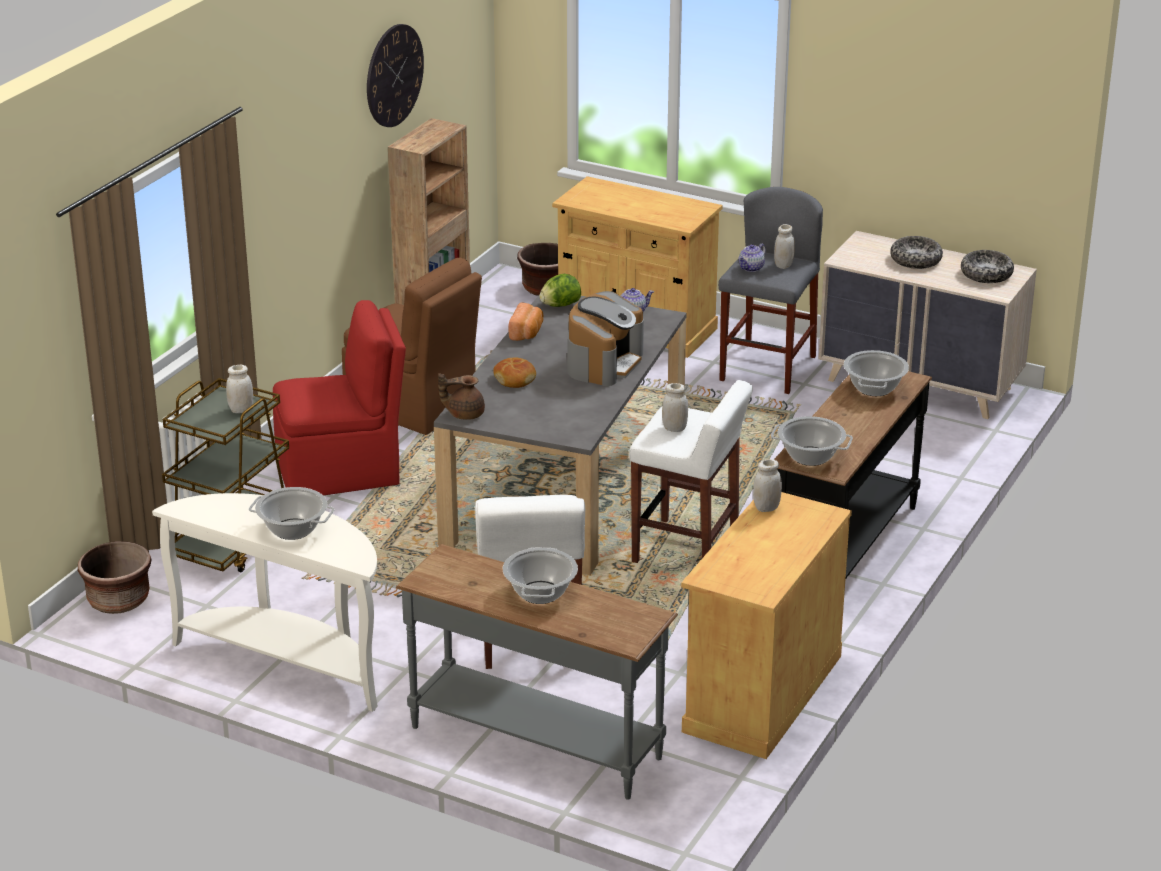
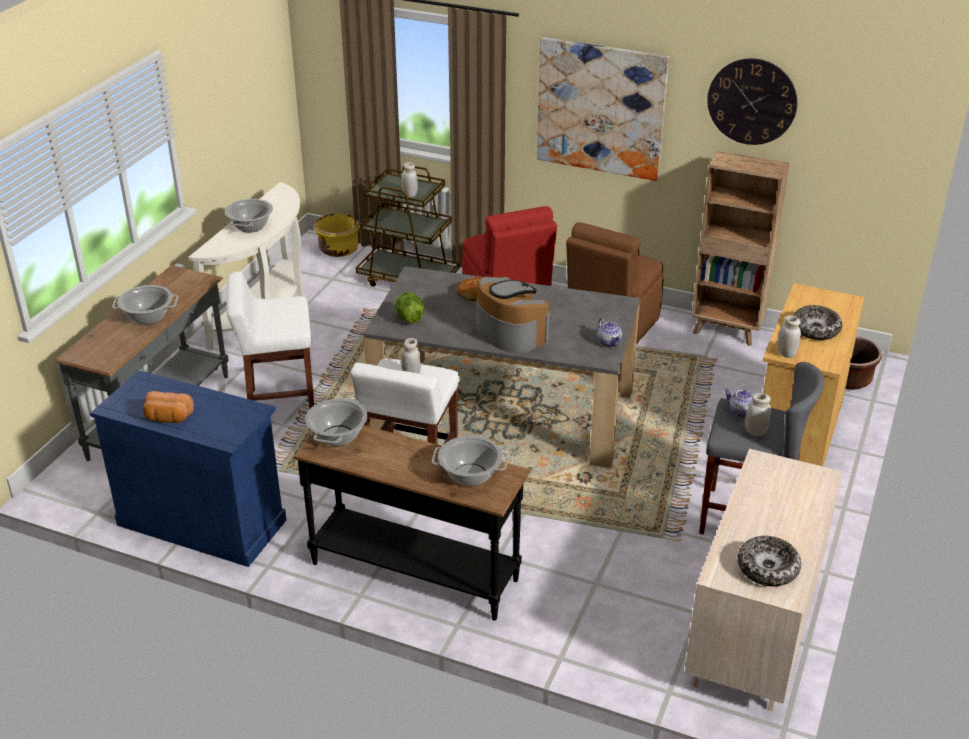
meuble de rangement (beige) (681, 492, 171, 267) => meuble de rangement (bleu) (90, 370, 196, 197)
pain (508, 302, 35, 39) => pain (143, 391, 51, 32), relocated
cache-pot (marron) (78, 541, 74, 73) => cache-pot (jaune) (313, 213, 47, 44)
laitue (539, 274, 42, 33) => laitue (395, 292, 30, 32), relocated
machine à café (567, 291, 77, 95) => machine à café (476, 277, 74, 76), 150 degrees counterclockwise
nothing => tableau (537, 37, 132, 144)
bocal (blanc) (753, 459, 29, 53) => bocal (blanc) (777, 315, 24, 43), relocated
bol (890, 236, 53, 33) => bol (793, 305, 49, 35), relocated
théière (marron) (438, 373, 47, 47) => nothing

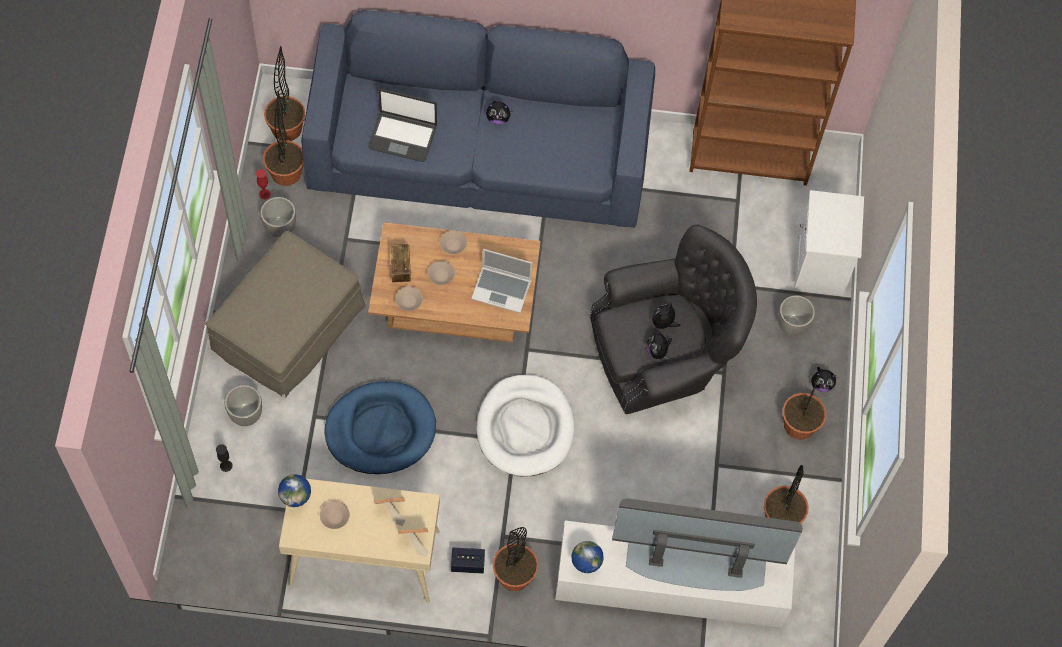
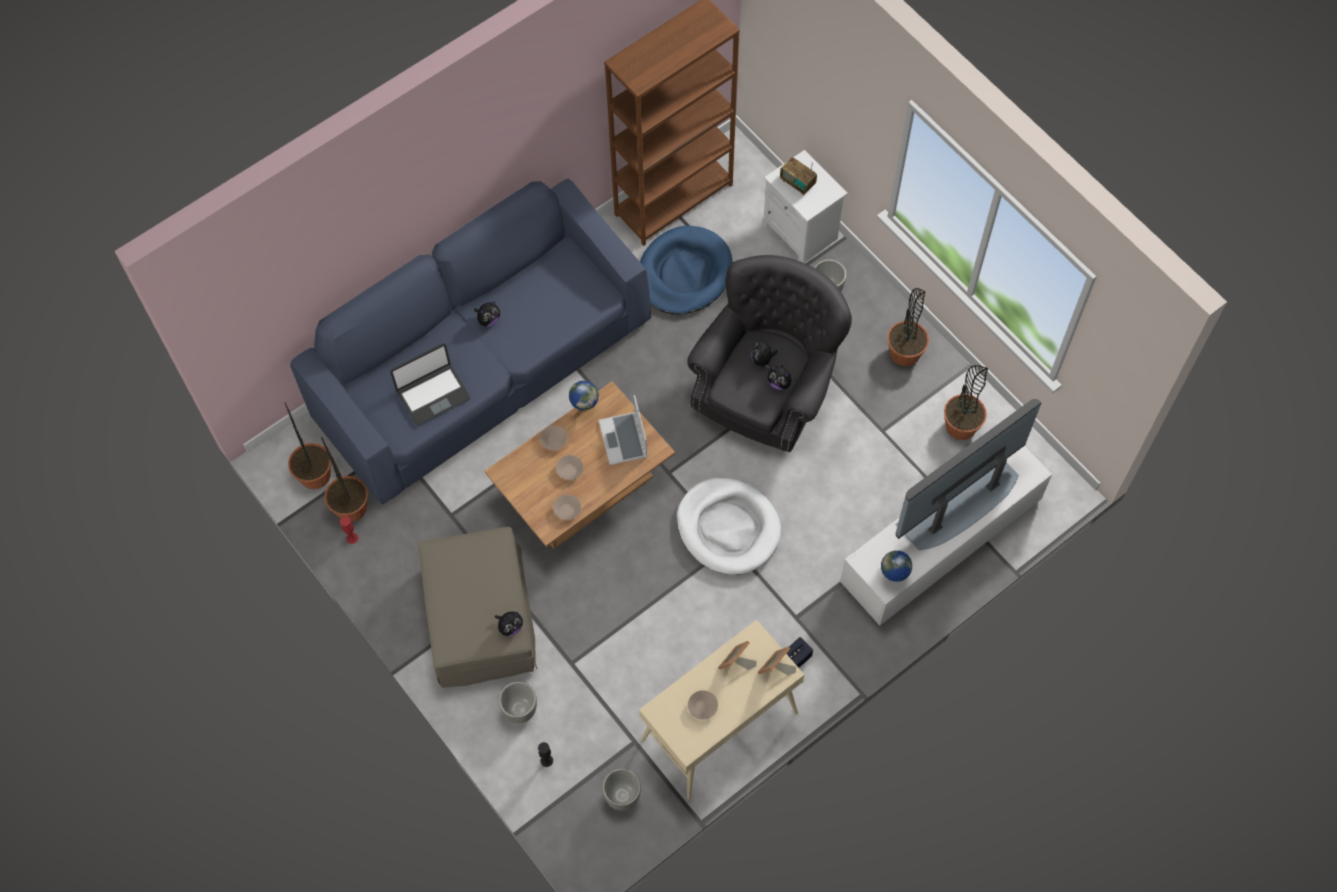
peluche (811, 367, 25, 25) => peluche (495, 611, 28, 25), relocated
globe (278, 474, 33, 33) => globe (569, 381, 30, 30), relocated
ordinateur portable (471, 249, 62, 64) => ordinateur portable (599, 395, 48, 70), 105 degrees clockwise
cache-pot (260, 197, 36, 40) => cache-pot (602, 768, 39, 43), relocated
panier pour chien (bleu) (325, 381, 111, 93) => panier pour chien (bleu) (640, 225, 93, 90), relocated
radio (390, 244, 21, 38) => radio (780, 157, 37, 38), relocated
plante en pot (493, 527, 45, 64) => nothing

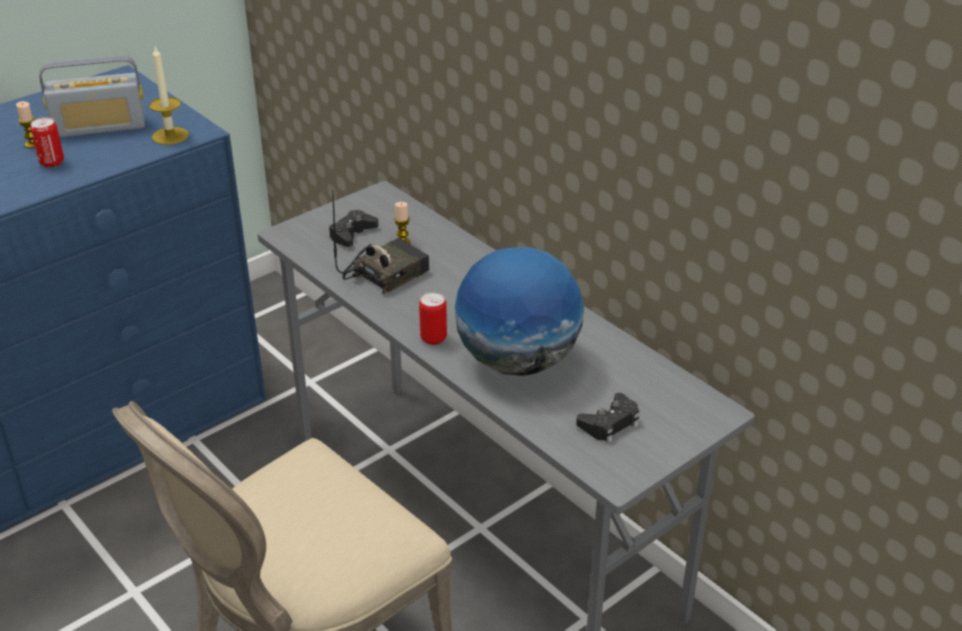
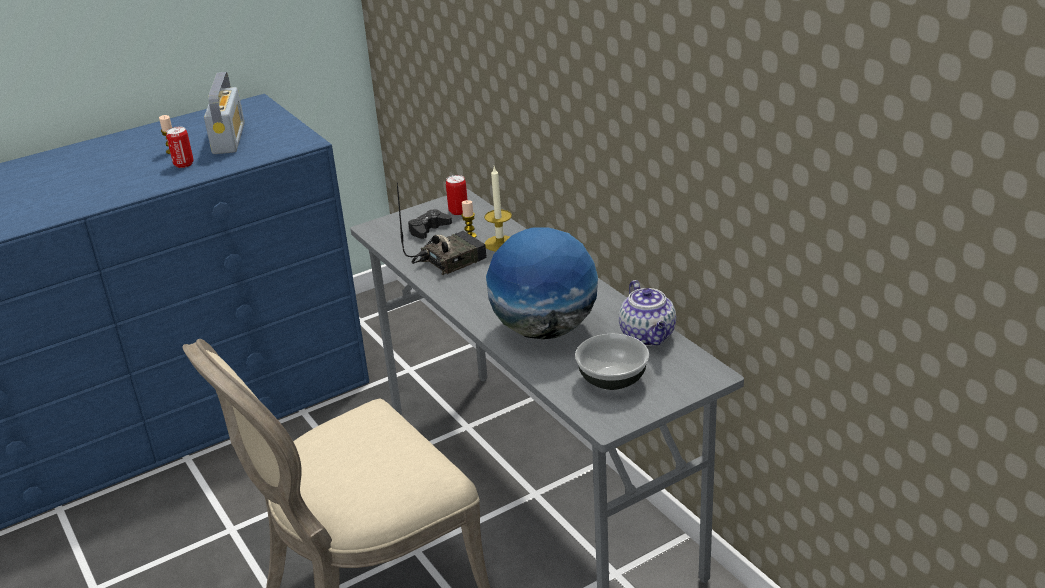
radio (39, 56, 106, 81) => radio (204, 72, 40, 82), 90 degrees counterclockwise
boîte métallique (419, 292, 28, 53) => boîte métallique (446, 175, 21, 40), relocated
bougie (149, 47, 40, 98) => bougie (484, 167, 28, 84), relocated
manette (noir) (576, 393, 64, 50) => bol (575, 334, 74, 56)
nothing => théière (619, 280, 57, 66)

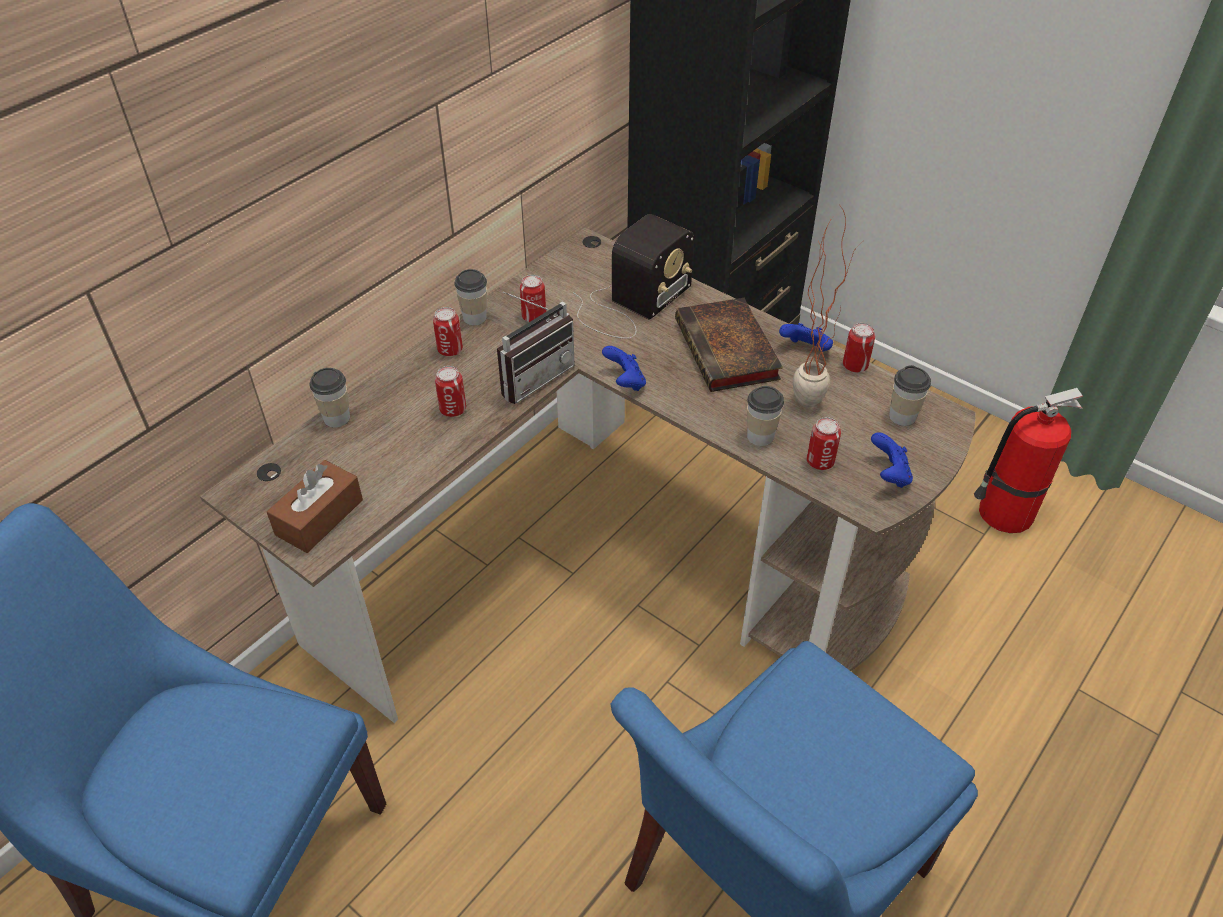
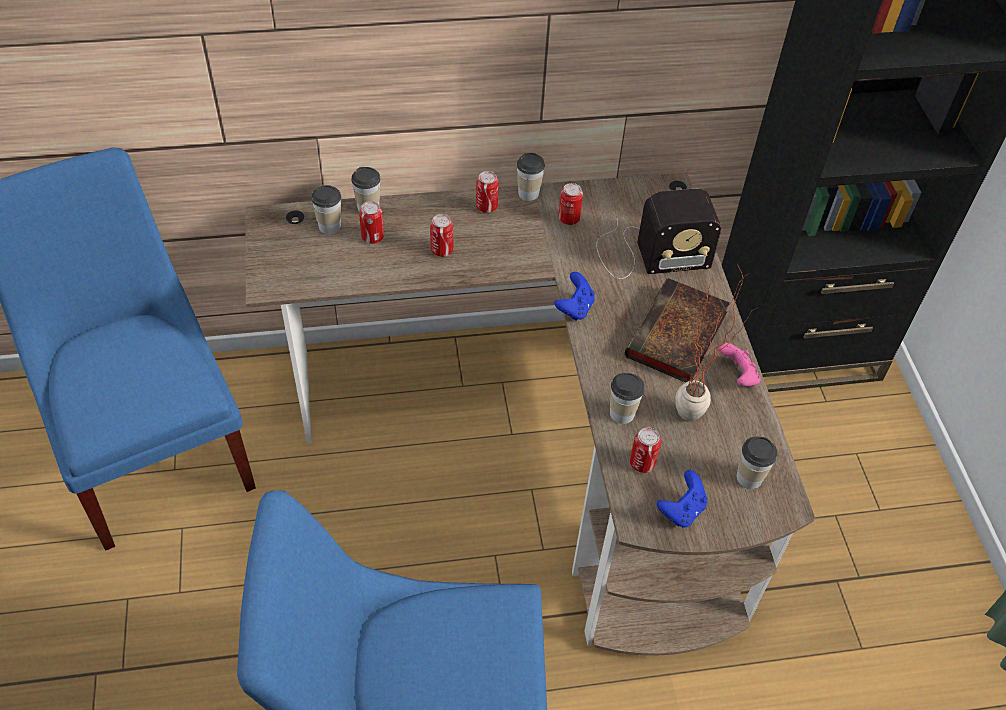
nothing => tasse (311, 185, 30, 49)
boîte métallique (843, 323, 32, 49) => boîte métallique (359, 201, 25, 43), relocated
manette (bleu) (779, 323, 54, 29) => manette (rose) (718, 343, 43, 44)
boîte à mouchoirs (marron) (267, 460, 96, 93) => nothing
radio (497, 292, 78, 112) => nothing
extincteur (974, 388, 109, 145) => nothing

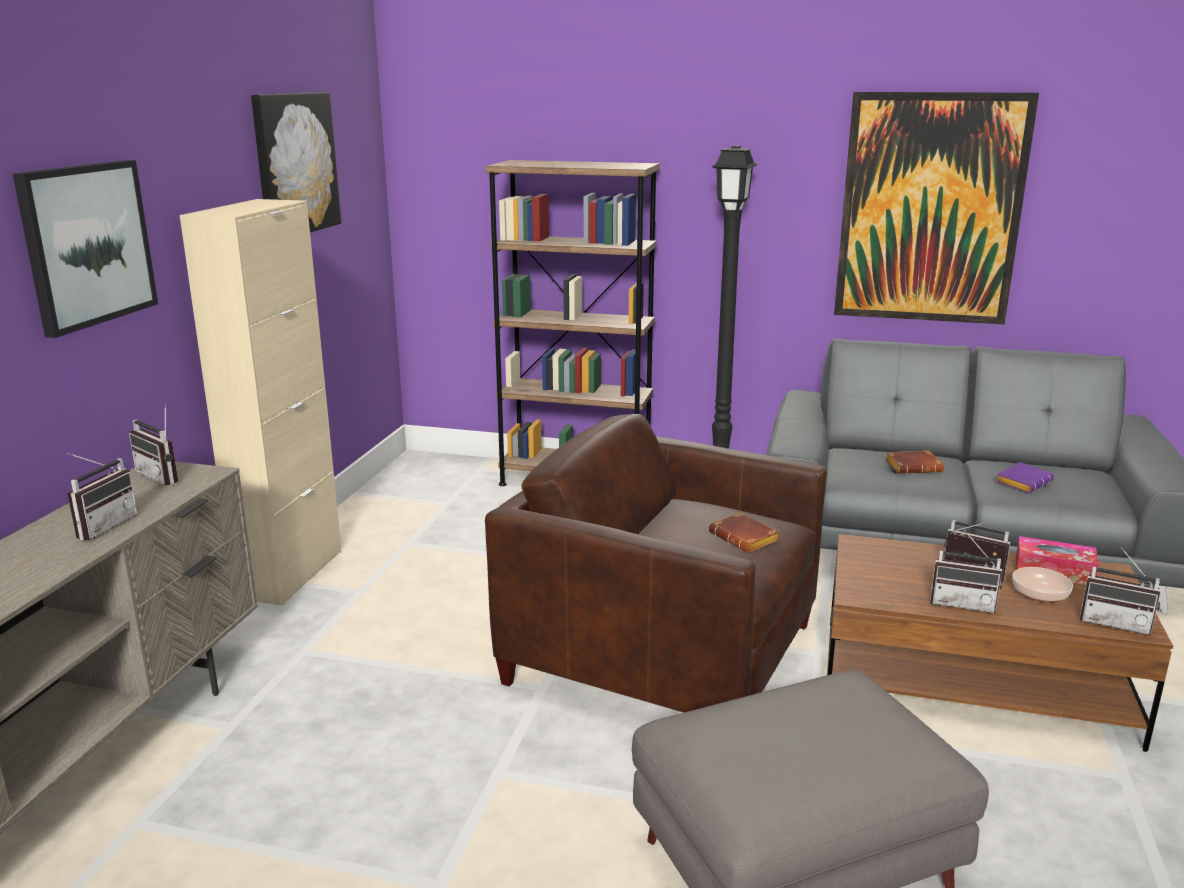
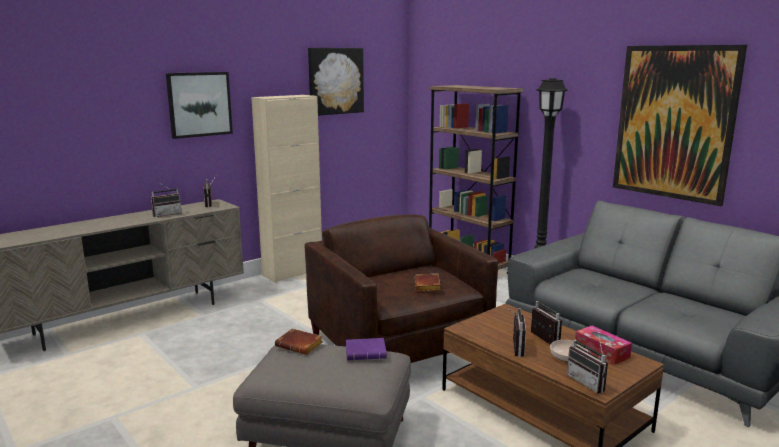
livre (marron) (885, 451, 59, 23) => livre (marron) (275, 328, 48, 27), relocated
livre (violet) (996, 462, 58, 31) => livre (violet) (346, 338, 41, 22), relocated
radio (930, 531, 73, 82) => radio (505, 307, 21, 50), 135 degrees counterclockwise

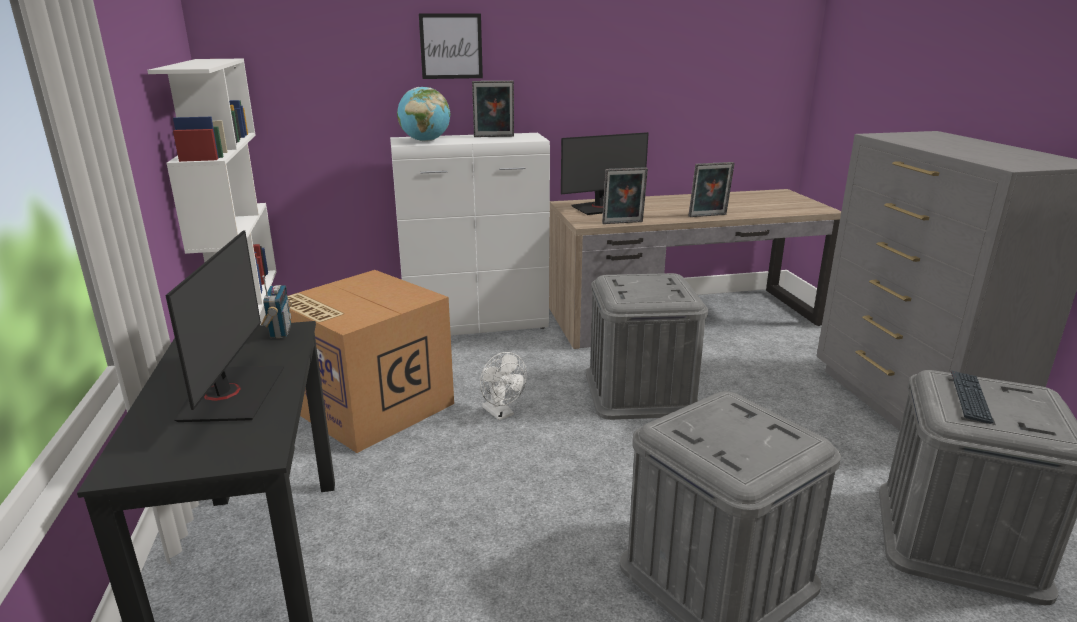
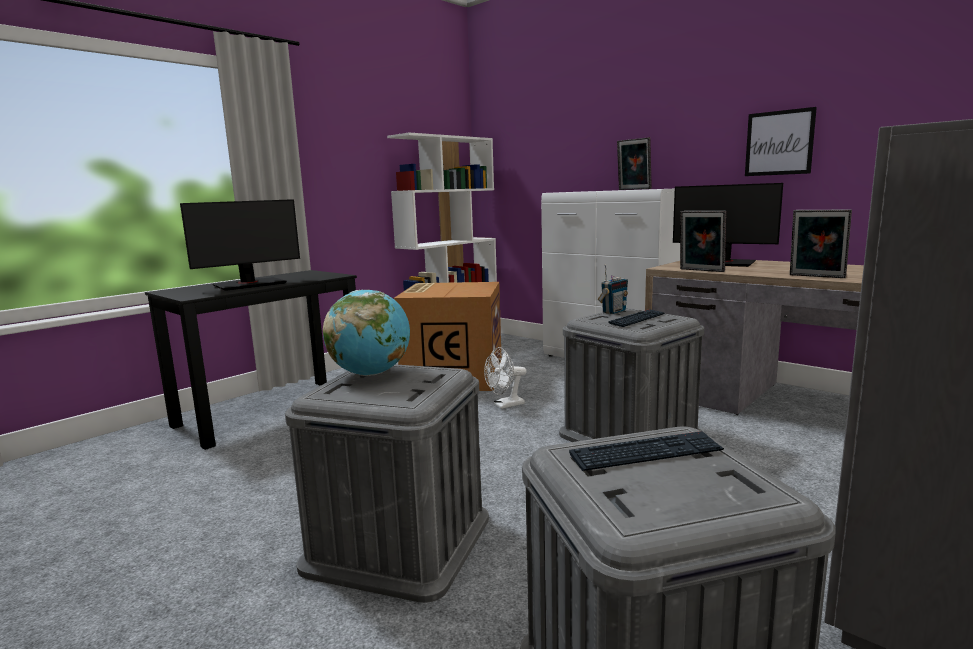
globe (397, 87, 53, 55) => globe (323, 289, 87, 87), relocated
ventilateur (blanc) (480, 352, 47, 68) => ventilateur (blanc) (484, 347, 43, 62), 45 degrees clockwise
radio (261, 275, 31, 63) => radio (598, 264, 30, 50), relocated
nothing => clavier (608, 309, 57, 18)
tableau (419, 13, 64, 66) => tableau (745, 107, 72, 69), relocated

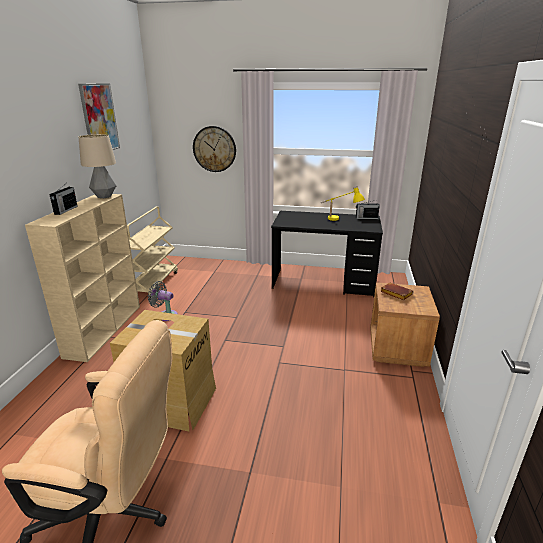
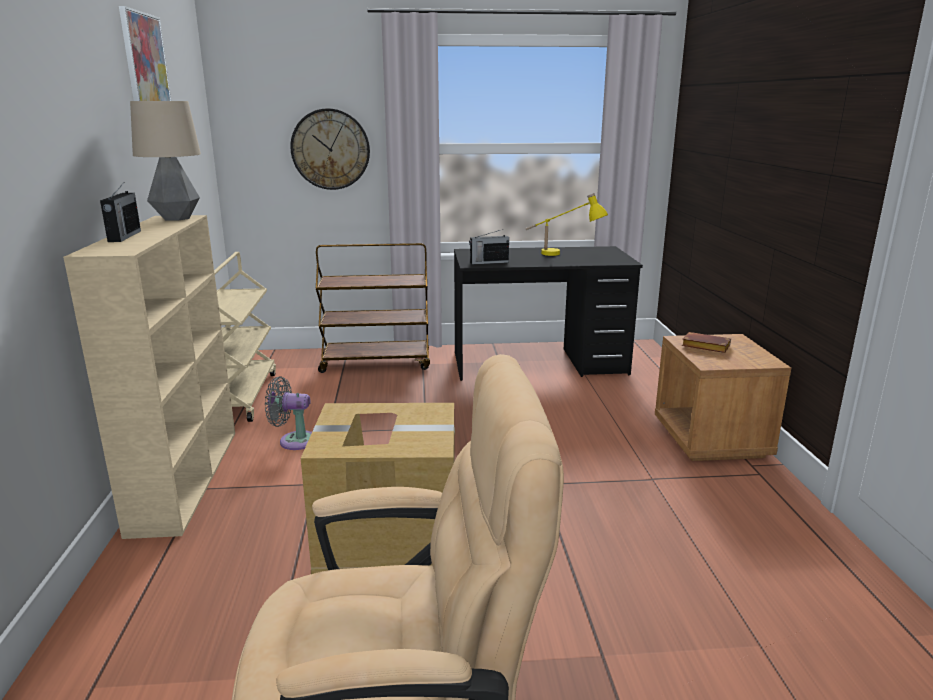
nothing => chariot (marron) (316, 243, 114, 130)
radio (356, 201, 24, 18) => radio (469, 229, 40, 35), relocated

